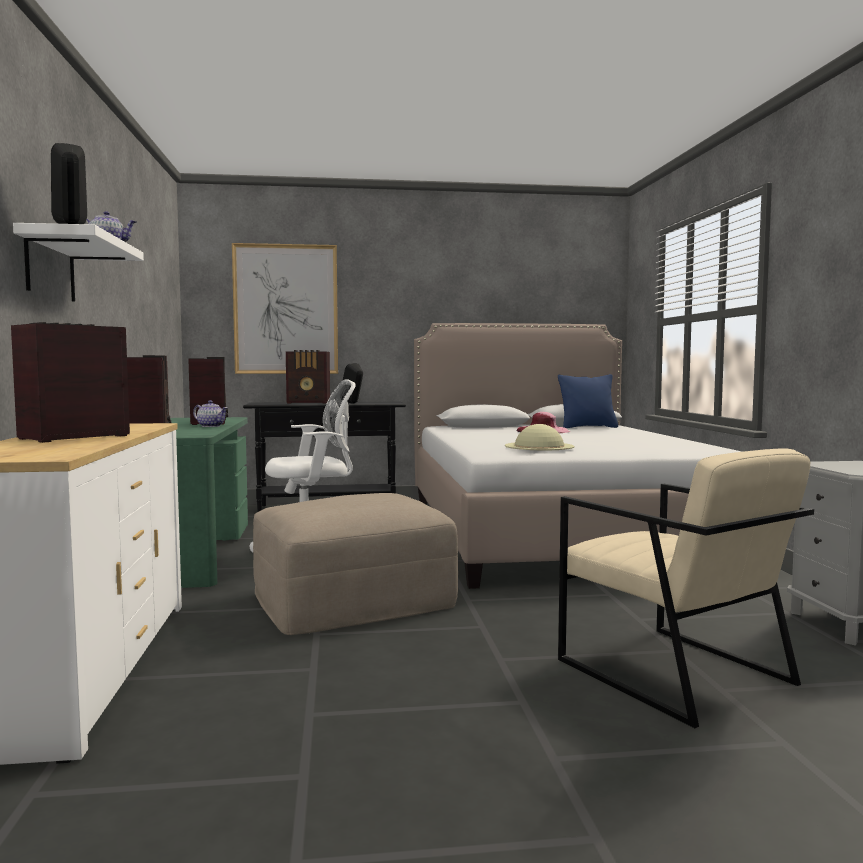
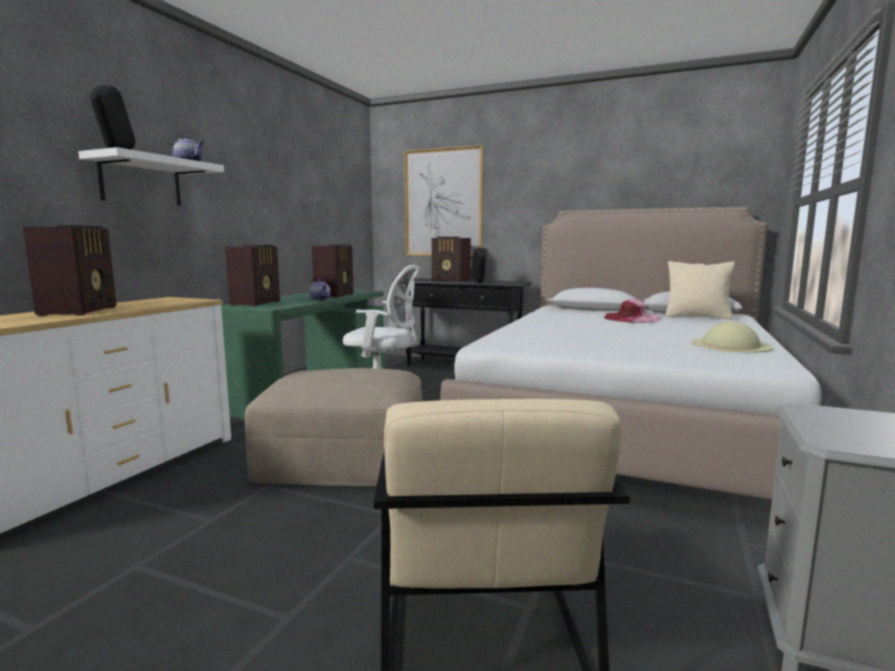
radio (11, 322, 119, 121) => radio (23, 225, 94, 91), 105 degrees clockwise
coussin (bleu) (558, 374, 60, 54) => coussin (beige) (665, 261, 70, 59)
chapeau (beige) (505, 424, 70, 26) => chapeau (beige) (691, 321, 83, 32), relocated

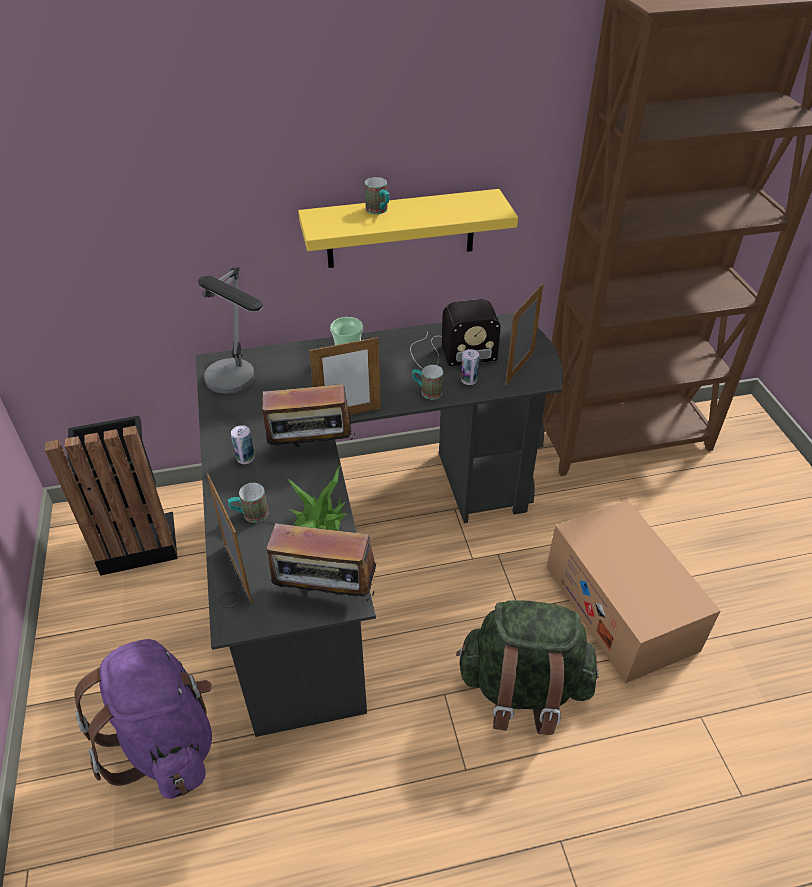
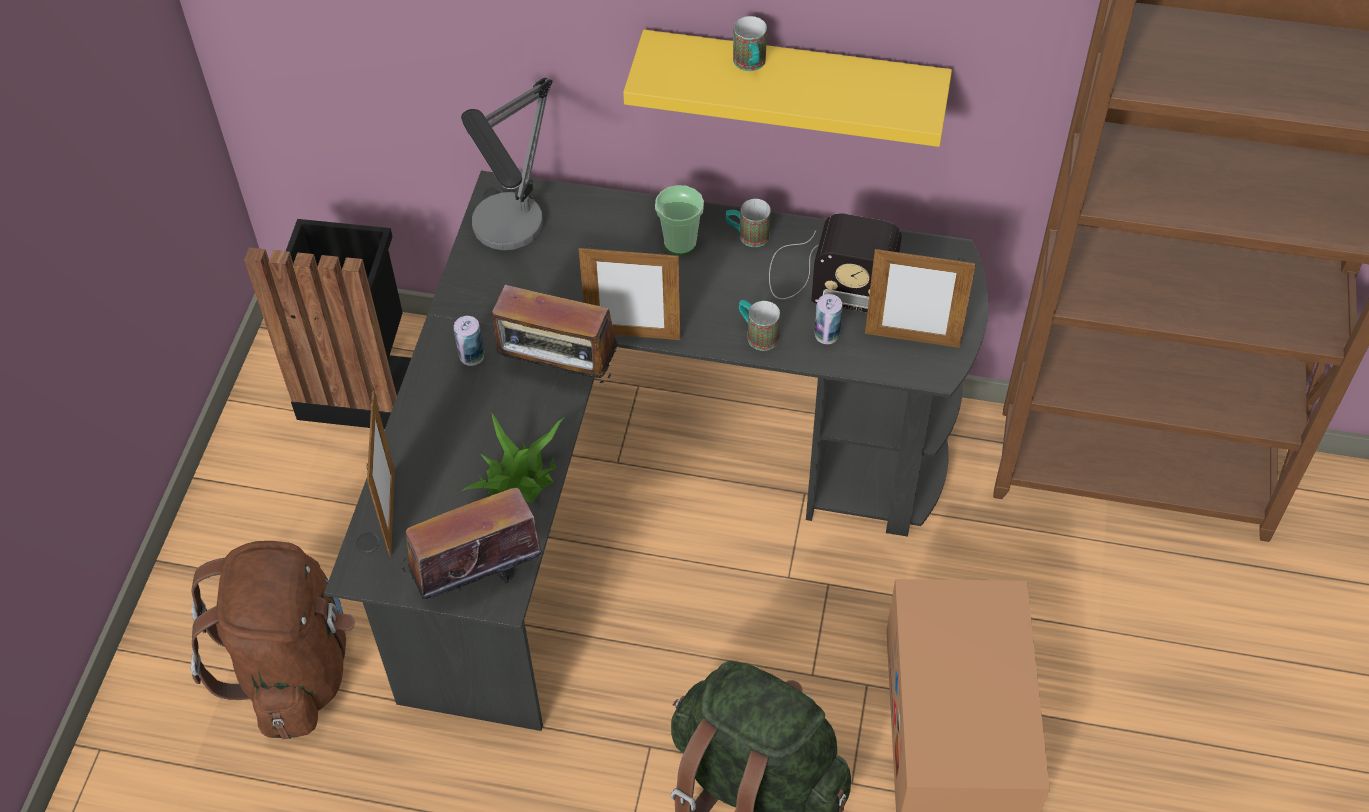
sac à dos (violet) (75, 639, 137, 160) => sac à dos (marron) (191, 541, 164, 198)
radio (266, 523, 110, 78) => radio (403, 480, 139, 119), 120 degrees clockwise
mug (228, 483, 40, 40) => mug (726, 199, 45, 48), relocated
cadre photo (505, 283, 39, 102) => cadre photo (865, 248, 111, 100), 135 degrees counterclockwise

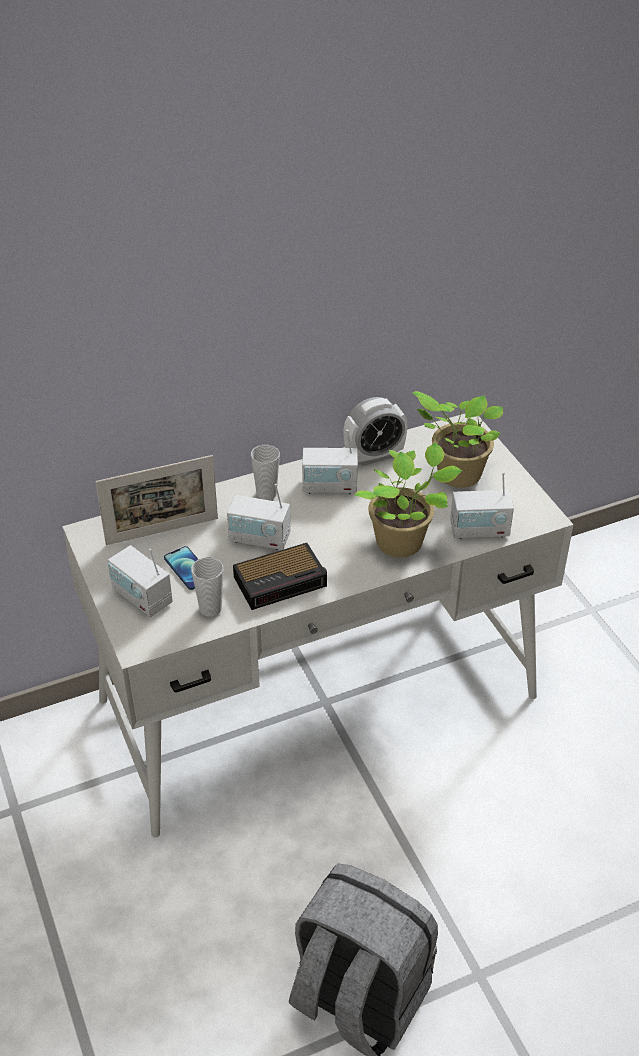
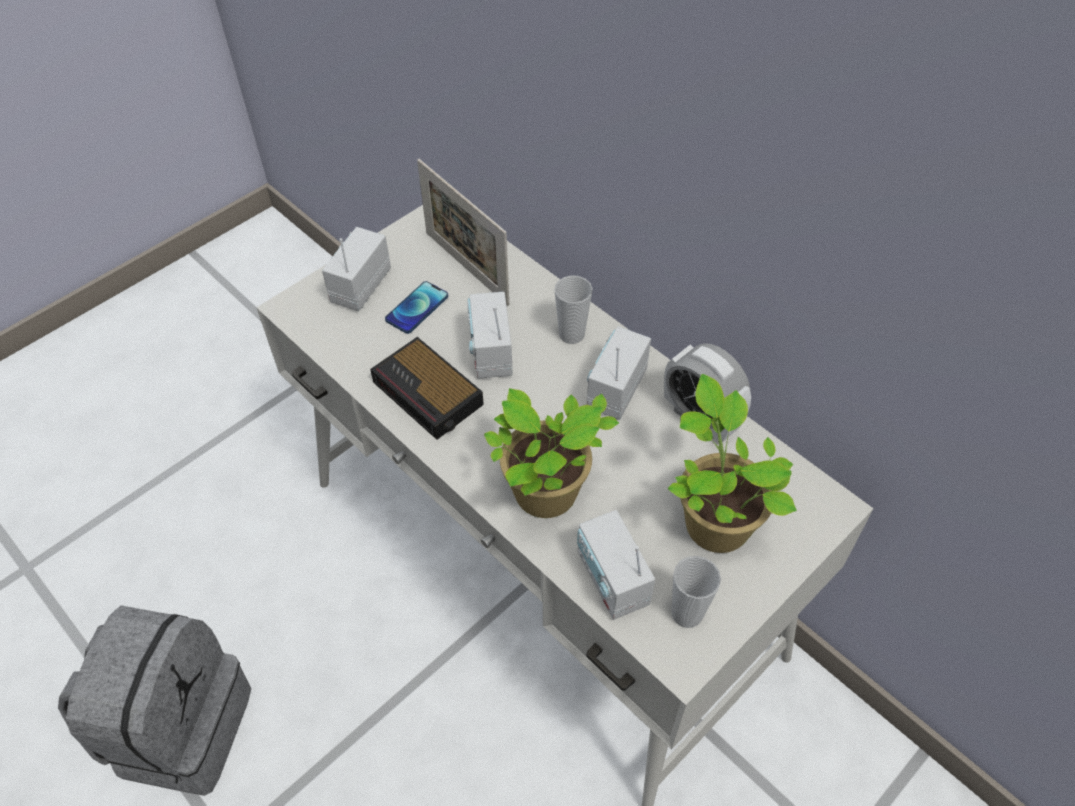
radio (302, 430, 56, 64) => radio (587, 327, 64, 93), 45 degrees clockwise
tasse (191, 557, 32, 60) => tasse (672, 556, 49, 72), relocated

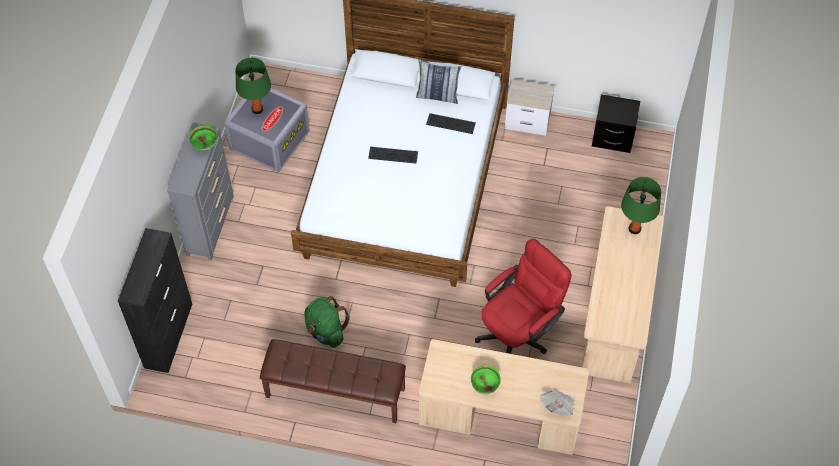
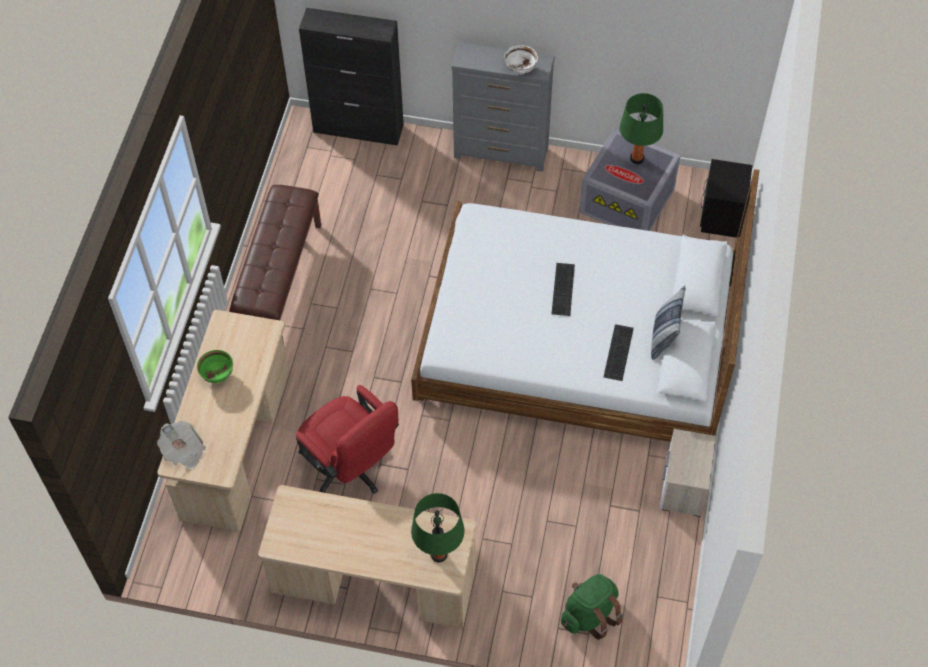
bol (vert) (189, 126, 28, 25) => bol (blanc) (504, 45, 34, 30)
sac à dos (vert) (304, 296, 46, 52) => sac à dos (vert) (561, 574, 62, 66), relocated
table de chevet (noir) (592, 94, 48, 59) => table de chevet (noir) (700, 159, 53, 79), relocated

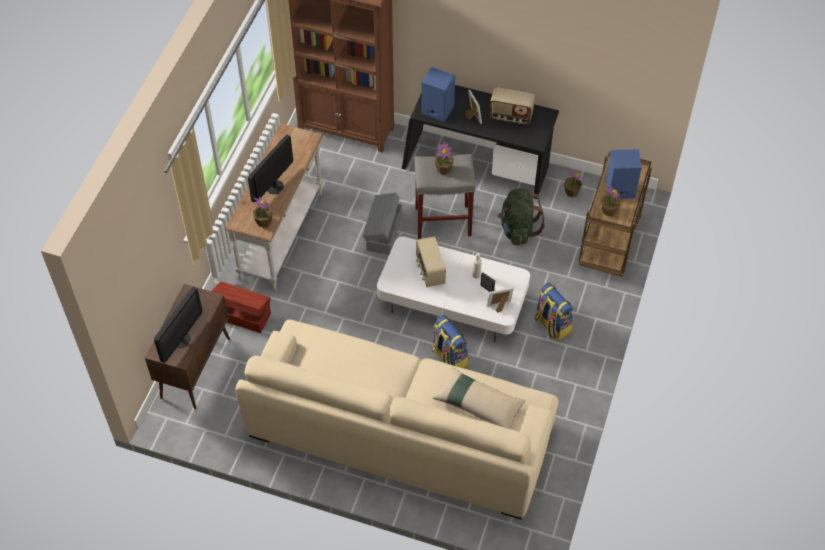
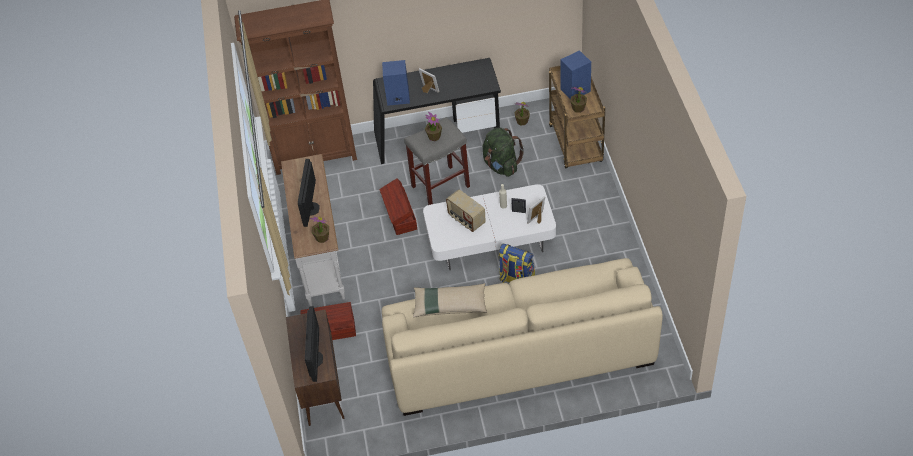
boîte de rangement (gris) (363, 193, 39, 62) => boîte de rangement (marron) (379, 178, 38, 57)
coussin (beige) (432, 367, 94, 62) => coussin (beige) (413, 283, 74, 35), relocated
radio (490, 87, 45, 38) => nothing
sac à dos (534, 283, 39, 58) => nothing

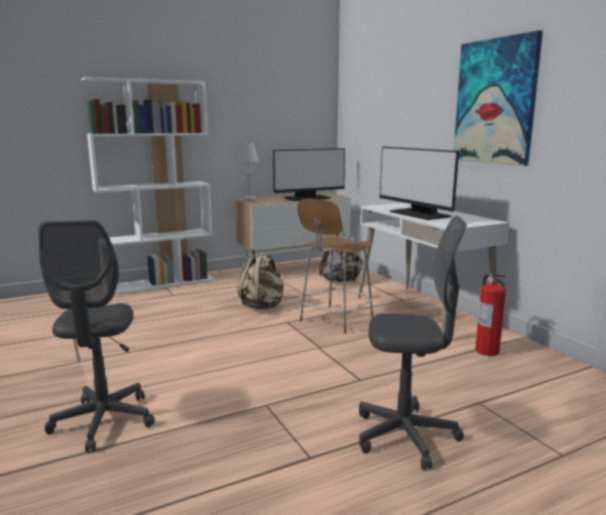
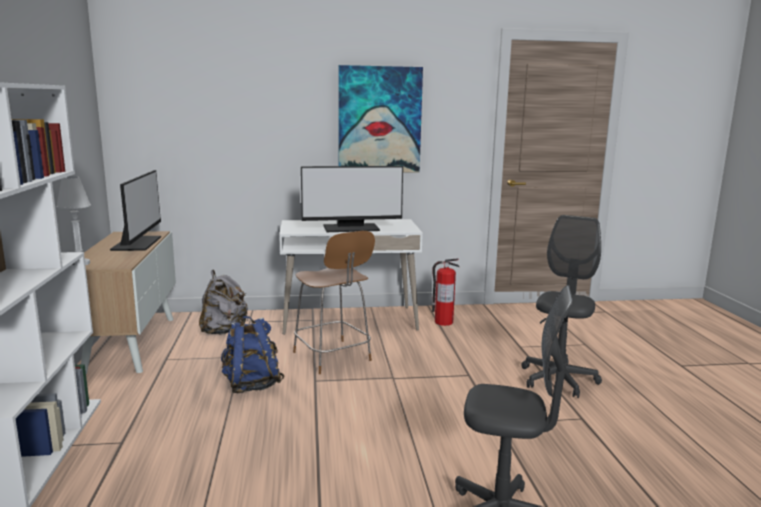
sac à dos (beige) (237, 249, 47, 60) => sac à dos (bleu) (221, 316, 64, 77)

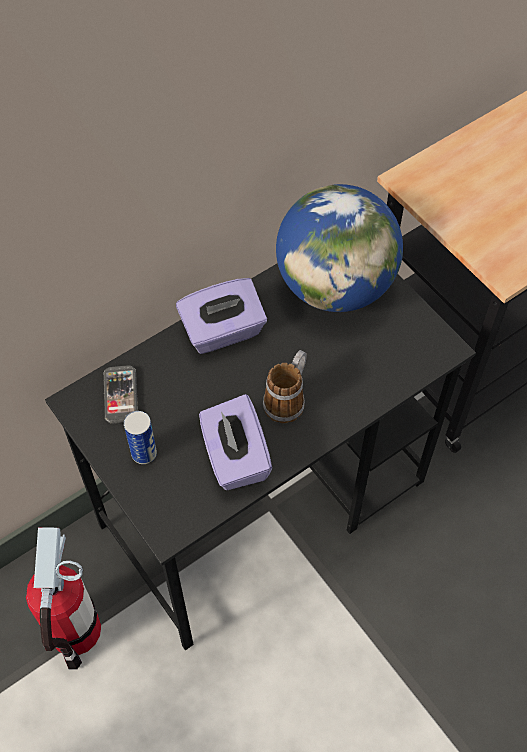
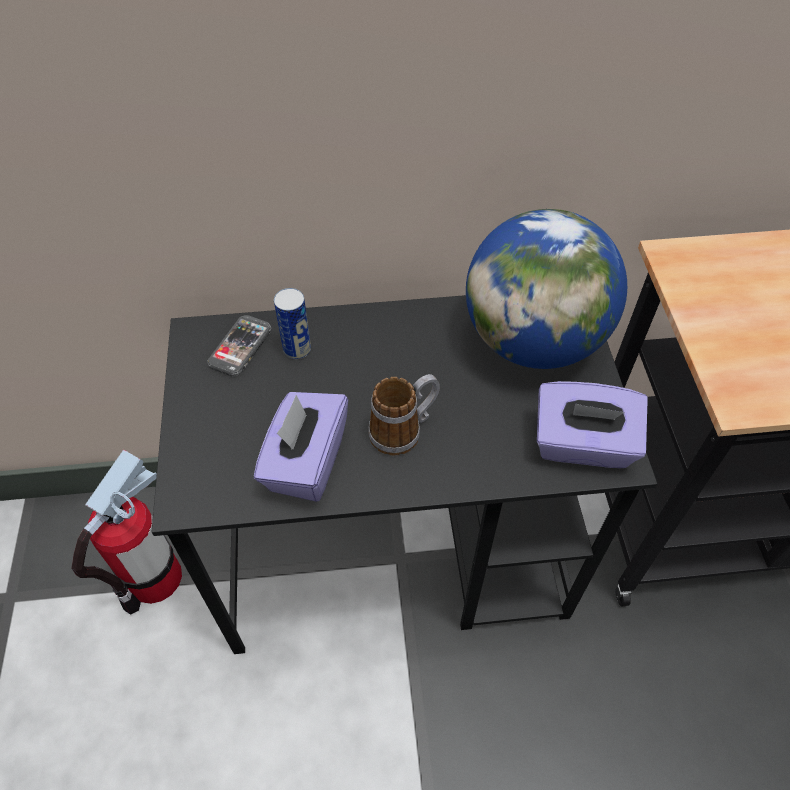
boîte métallique (124, 411, 33, 53) => boîte métallique (274, 288, 37, 71), relocated
boîte à mouchoirs (violet) (176, 278, 91, 76) => boîte à mouchoirs (violet) (537, 381, 111, 87), relocated

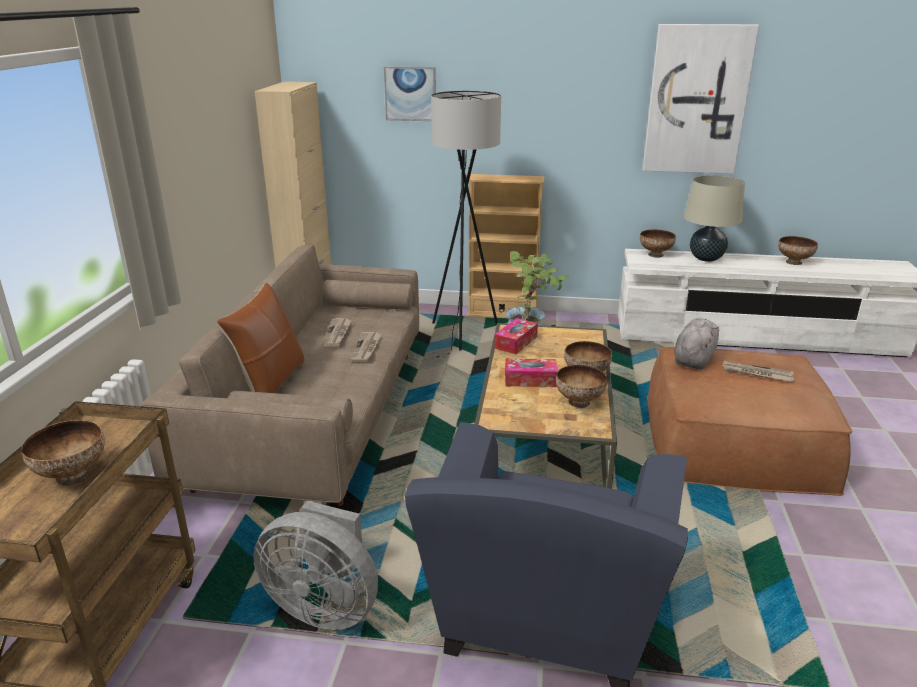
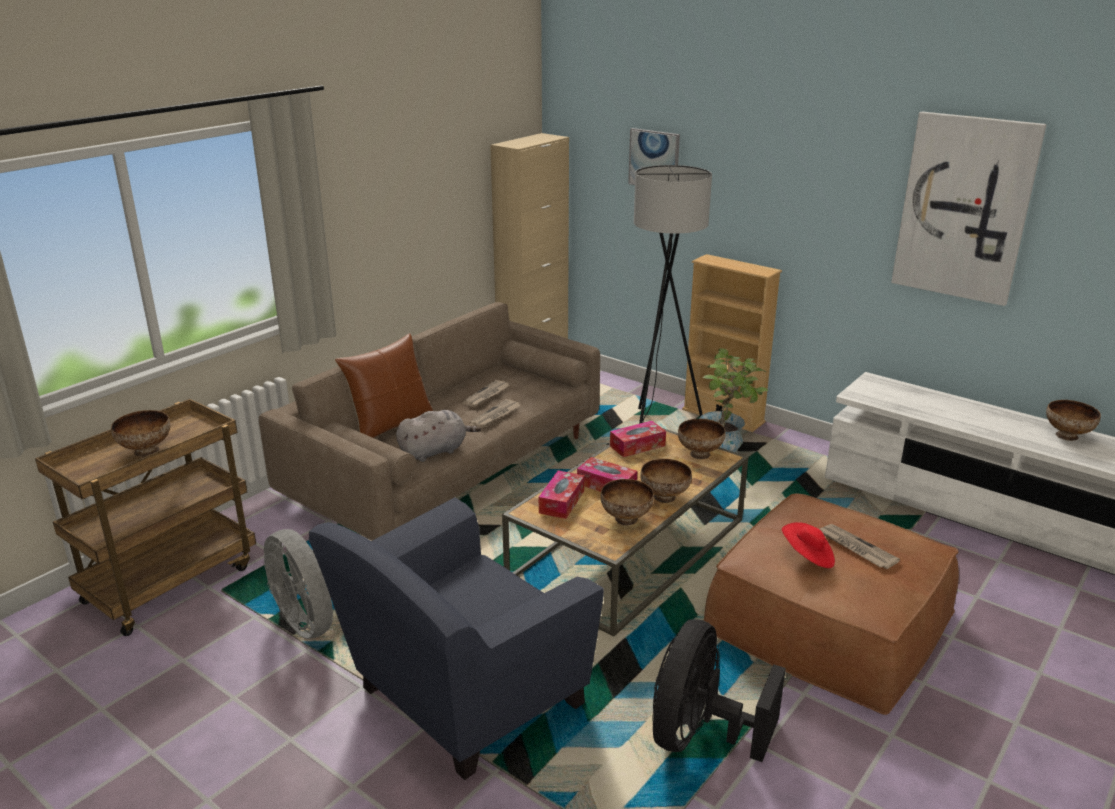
peluche (gris) (674, 318, 45, 51) => peluche (gris) (396, 410, 85, 52), relocated
nothing => boîte à mouchoirs (539, 470, 45, 49)
nothing => ventilateur (noir) (652, 619, 134, 143)
bol (640, 229, 36, 29) => bol (678, 419, 48, 40), relocated
nothing => chapeau (rouge) (782, 522, 53, 46)
lampe de table (beige) (684, 175, 61, 87) => nothing

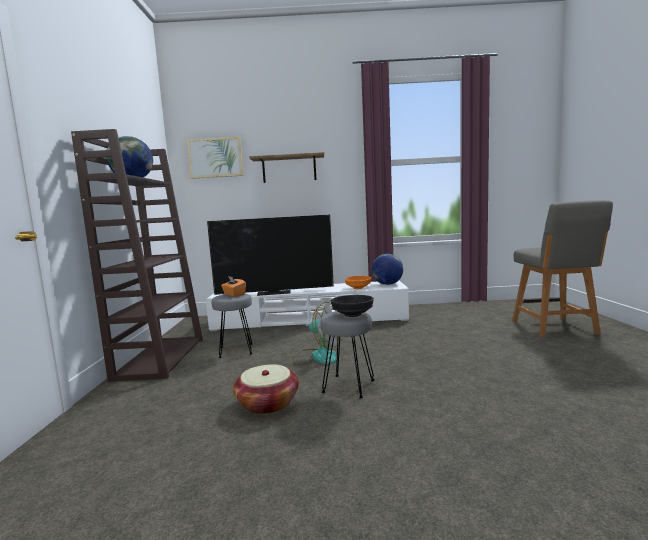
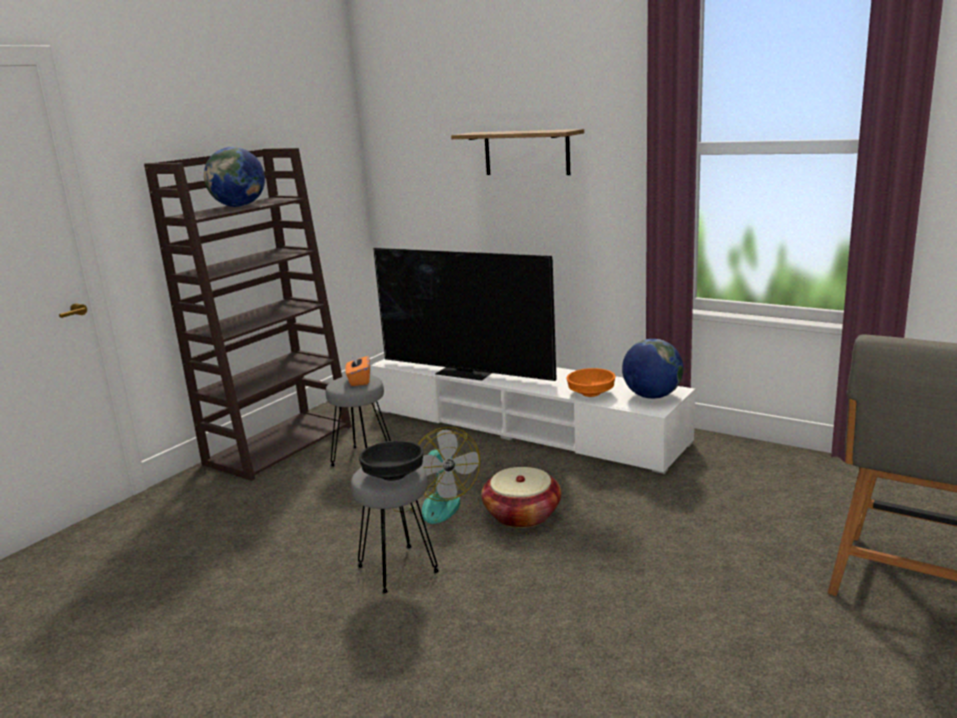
panier (233, 364, 66, 51) => panier (481, 467, 80, 61), relocated
tableau (187, 136, 57, 43) => nothing

